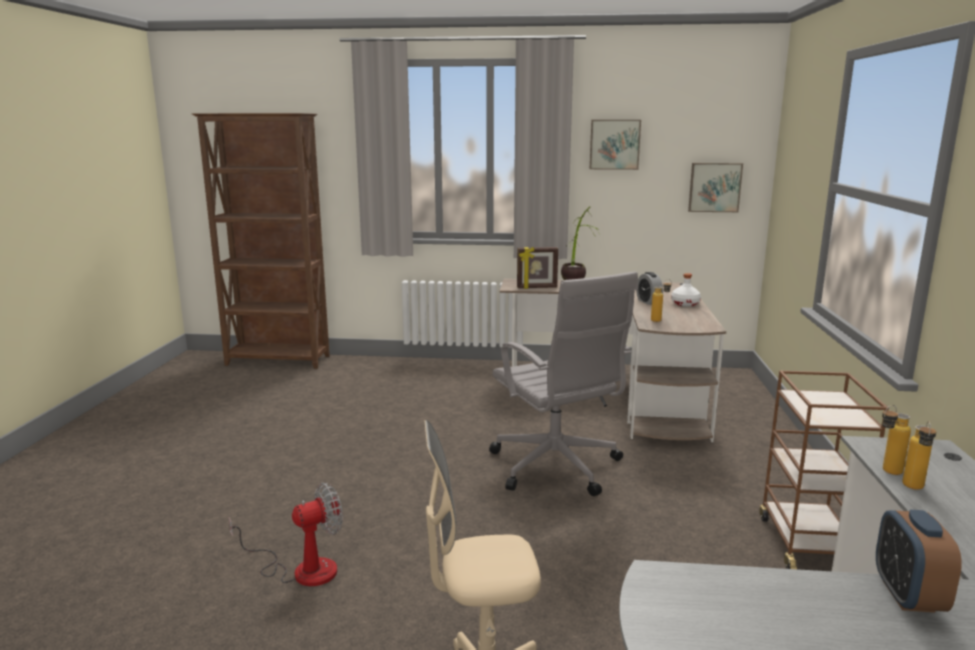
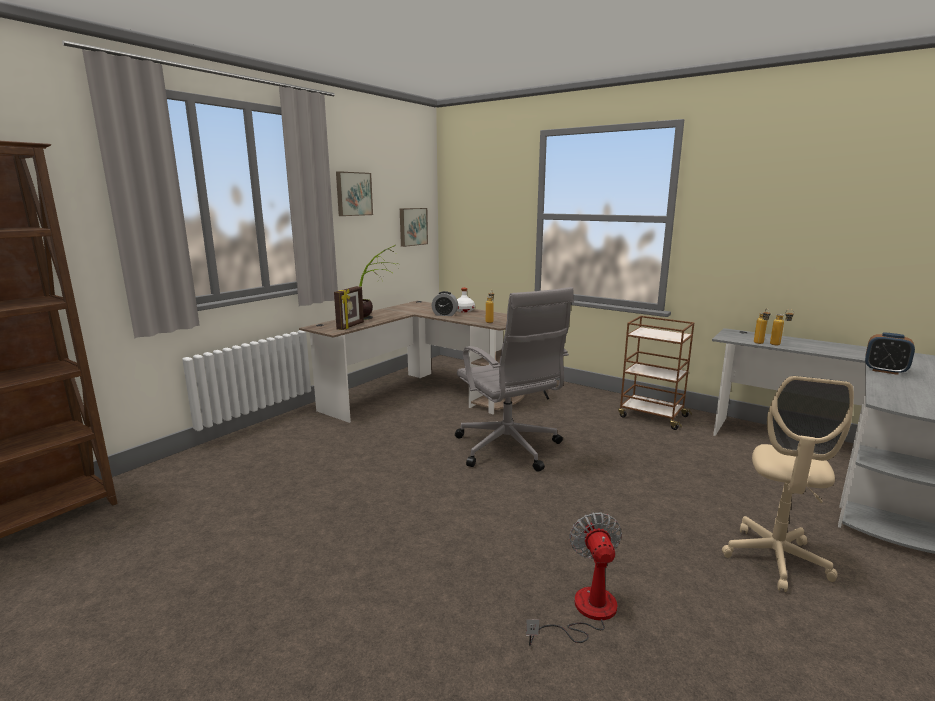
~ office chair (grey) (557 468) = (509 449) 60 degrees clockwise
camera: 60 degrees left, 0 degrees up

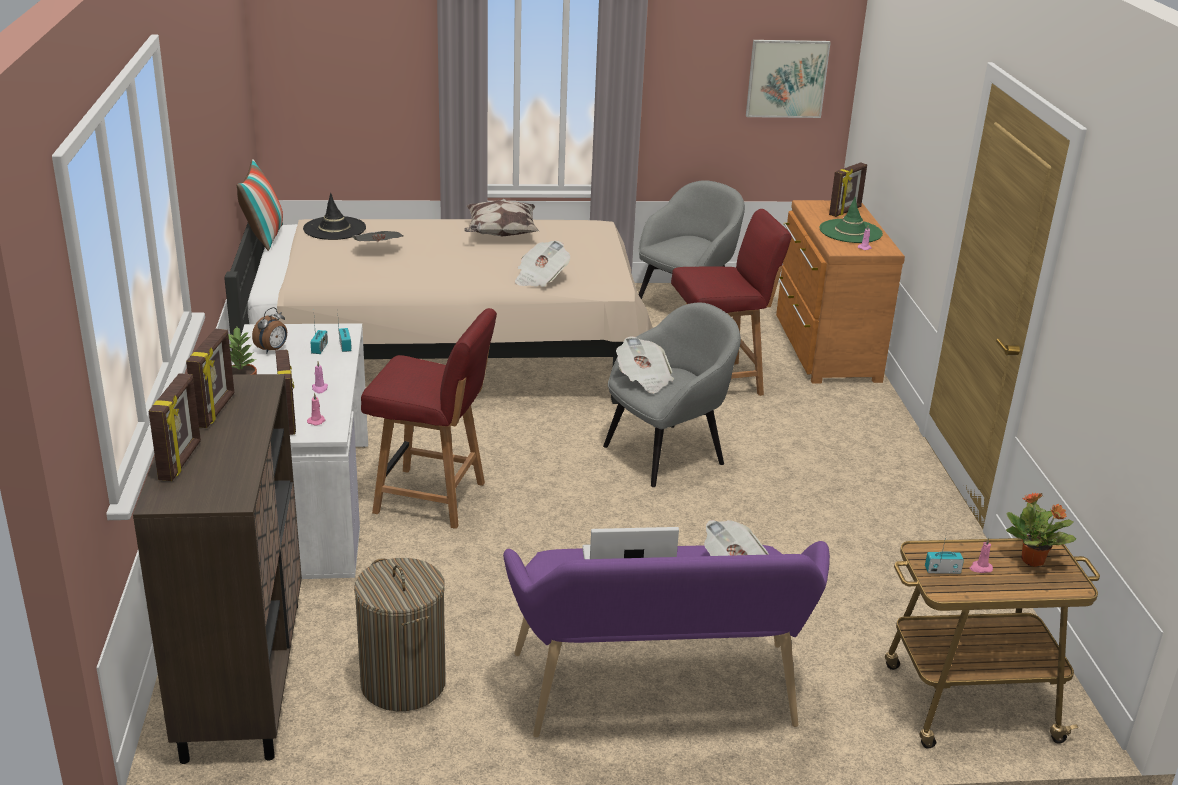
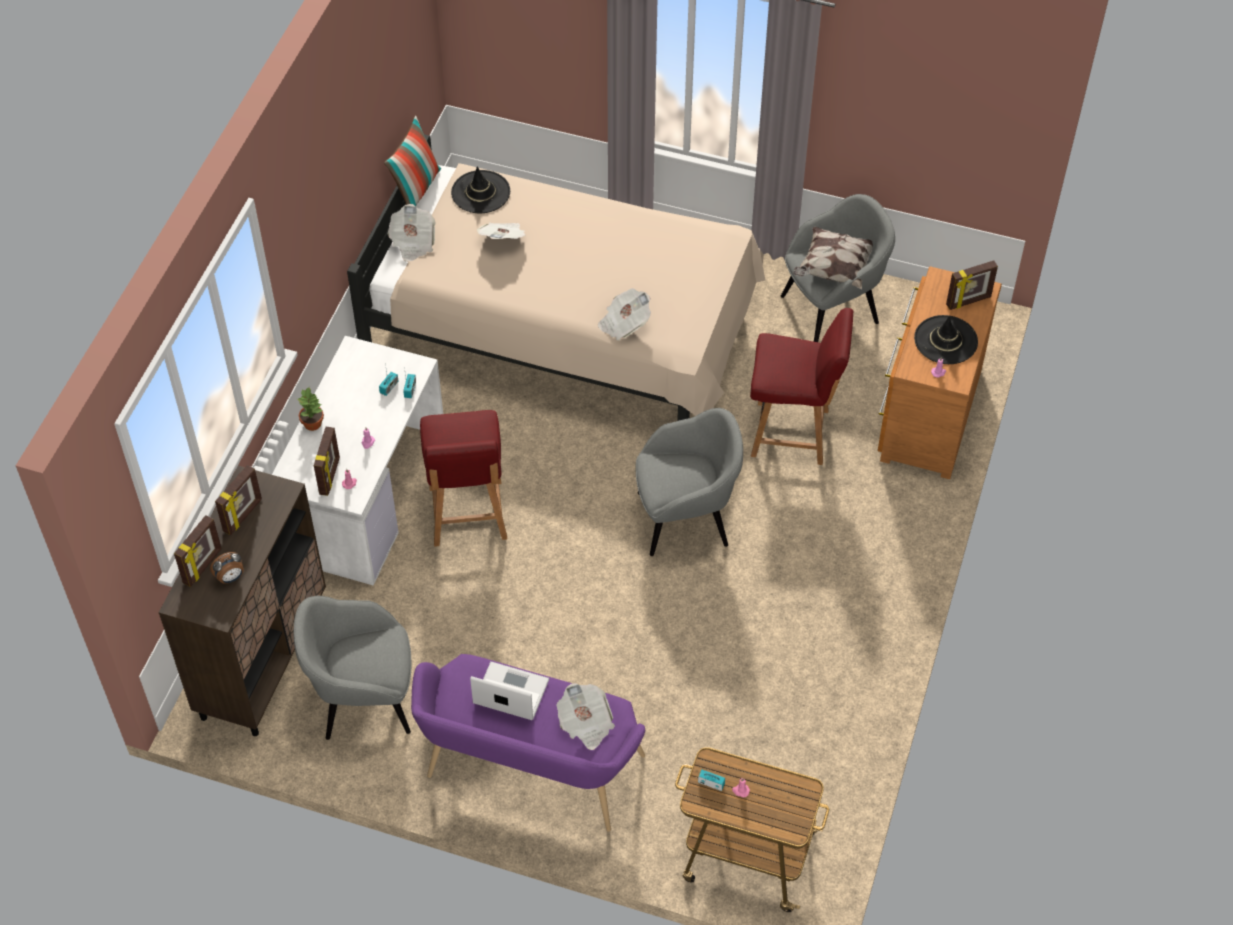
~ alarm clock (272 350) to (230 578)
~ laundry basket (403 683) to armchair (grey) (364 699)
~ newspaper (644 379) to (412 243)
~ chair (red) (432 498) = (468 515) 45 degrees clockwise
~ pillow (500 234) to (834 268)
~ hat (green) (850 232) to hat (black) (946 340)
- picture (787 78)
- potted plant (1033 561)
camera: 25 degrees right, 25 degrees up

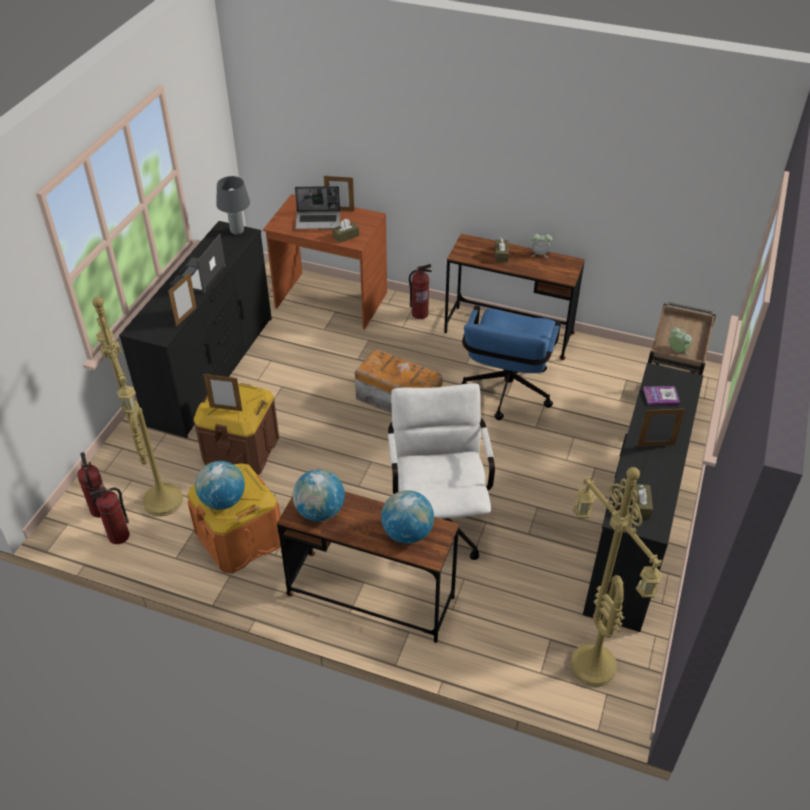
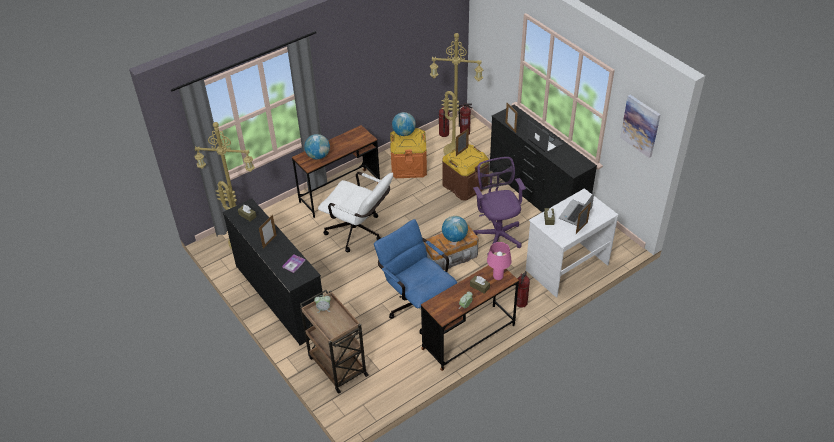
~ globe (320 511) to (454 237)
+ office chair (purple) (497 235)
+ table lamp (pink) (497 277)
~ desk (brown) (330 301) to desk (white) (566 266)
+ picture (640 125)
- table lamp (grey) (237 231)
camera: 125 degrees right, 0 degrees up

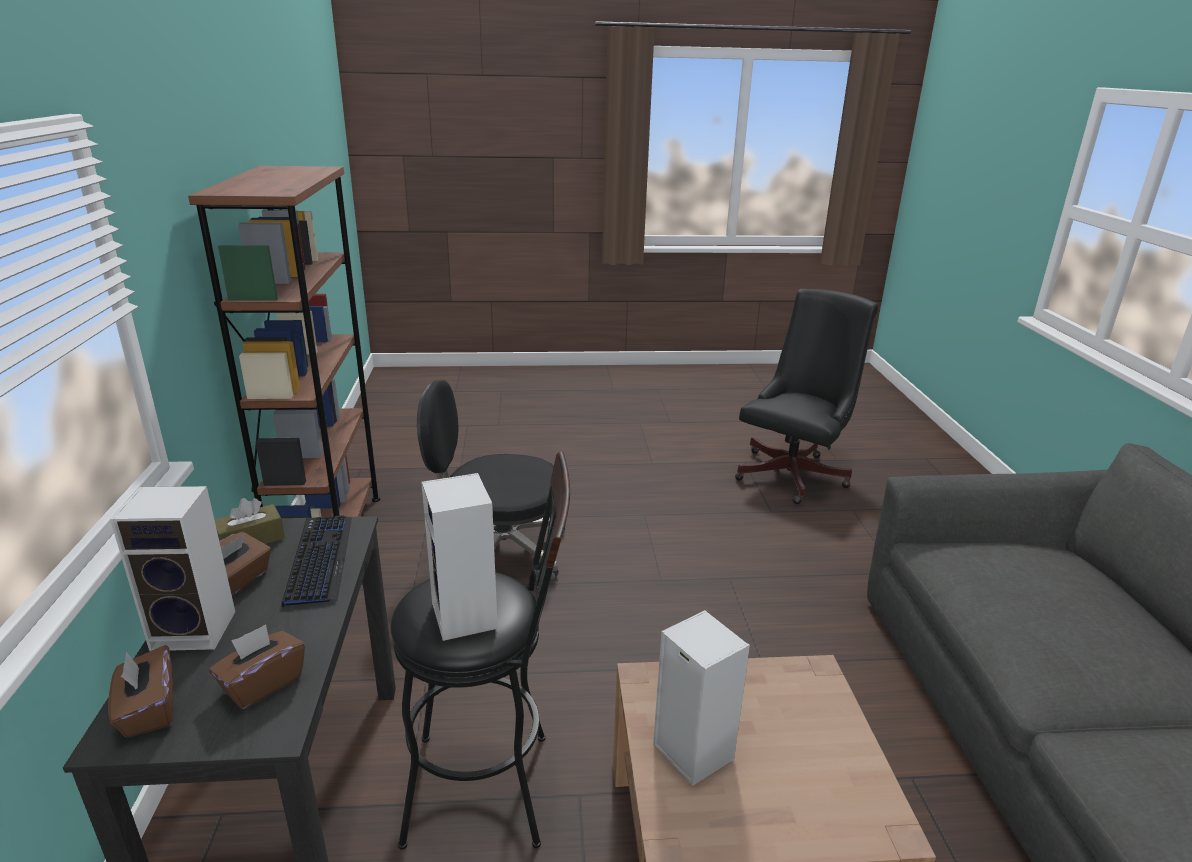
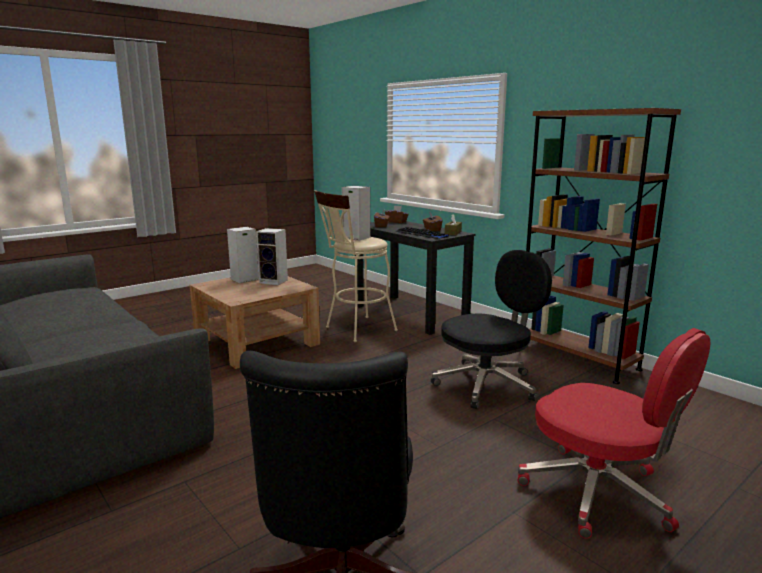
~ speaker (197 629) to (244 280)
~ stool (black) (493 787) to stool (beige) (356 330)
+ office chair (red) (599 493)
camera: 145 degrees right, 10 degrees down

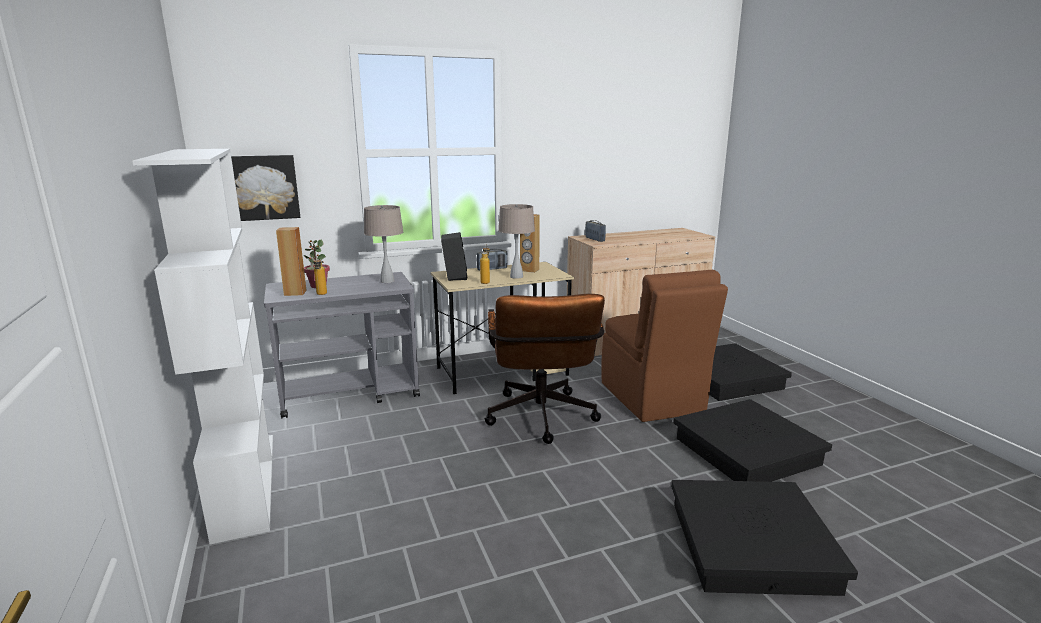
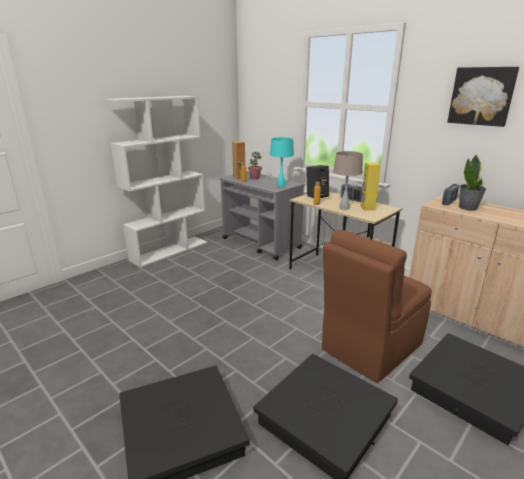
~ table lamp (beige) (387 281) to table lamp (turquoise) (281 185)
~ speaker (brown) (529 270) to speaker (yellow) (367 208)
~ picture (263 187) to (481 96)
+ potted plant (468 207)
- office chair (brown) (541 420)
camera: 65 degrees right, 5 degrees up

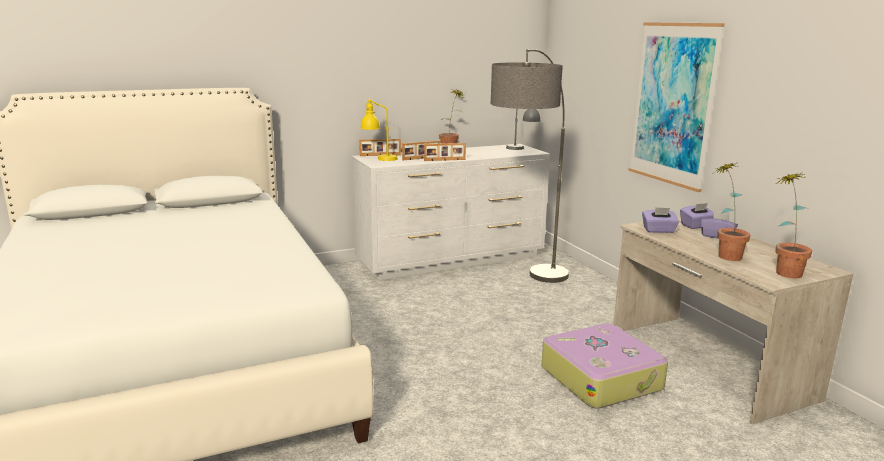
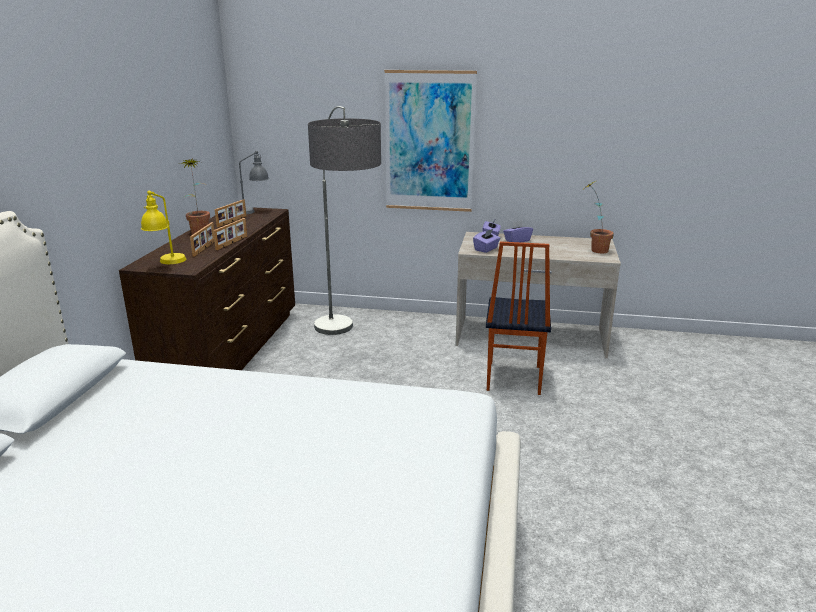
~ dresser (white) (452 259) to dresser (brown) (231 351)
~ picture frame (380 155) to (232 221)
~ suitcase (601 378) to chair (512 378)
- potted plant (724 254)
camera: 55 degrees left, 5 degrees up

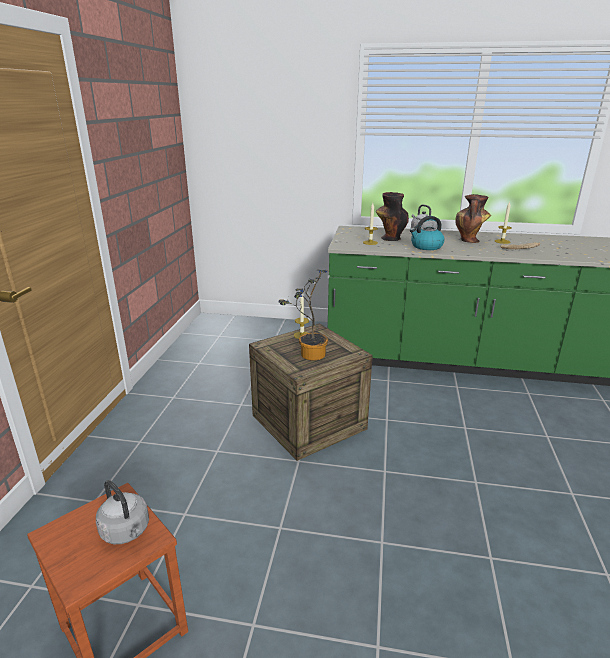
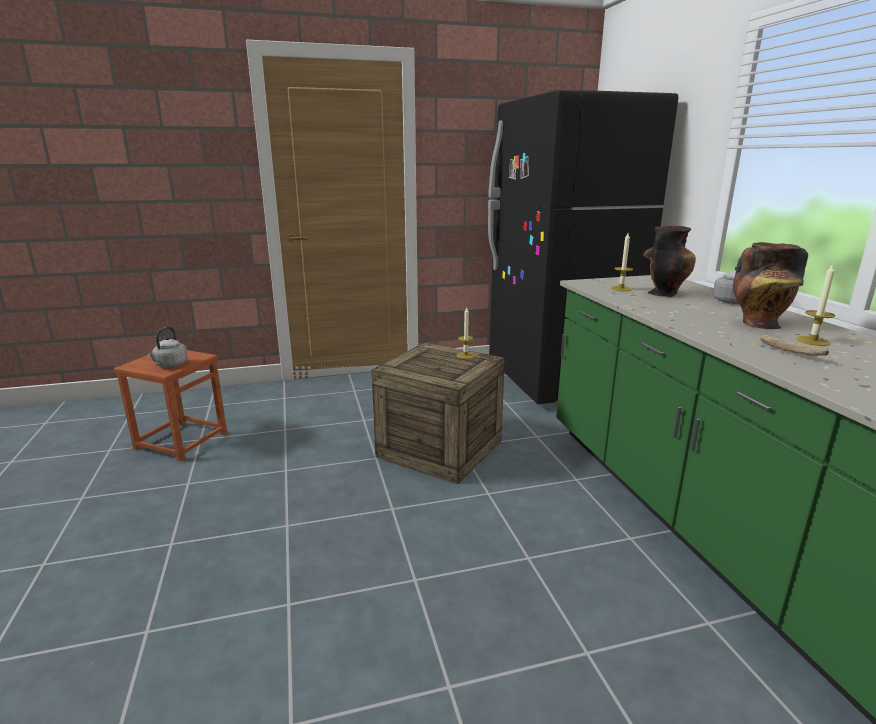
+ fridge (black) (557 380)
- potted plant (309 354)
- kettle (426 247)
camera: 65 degrees right, 5 degrees down

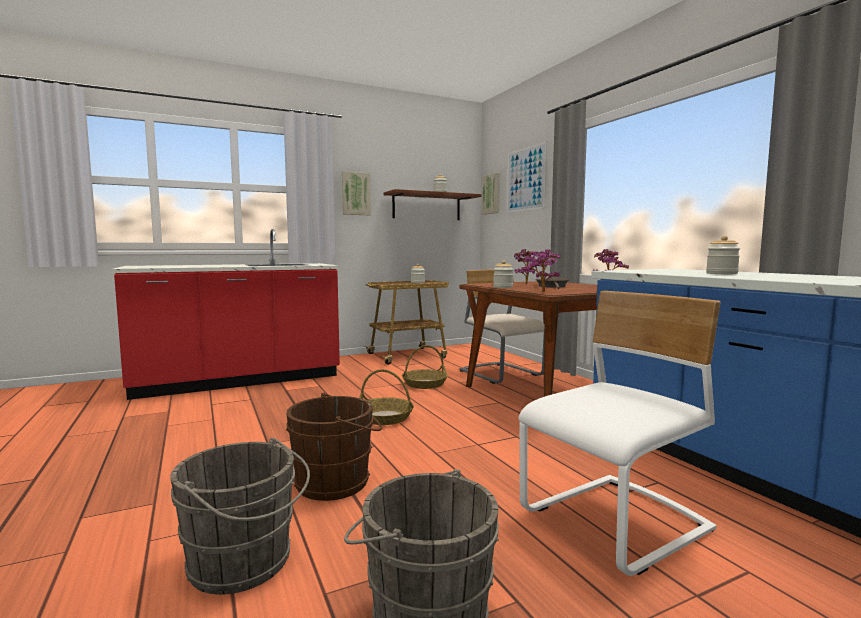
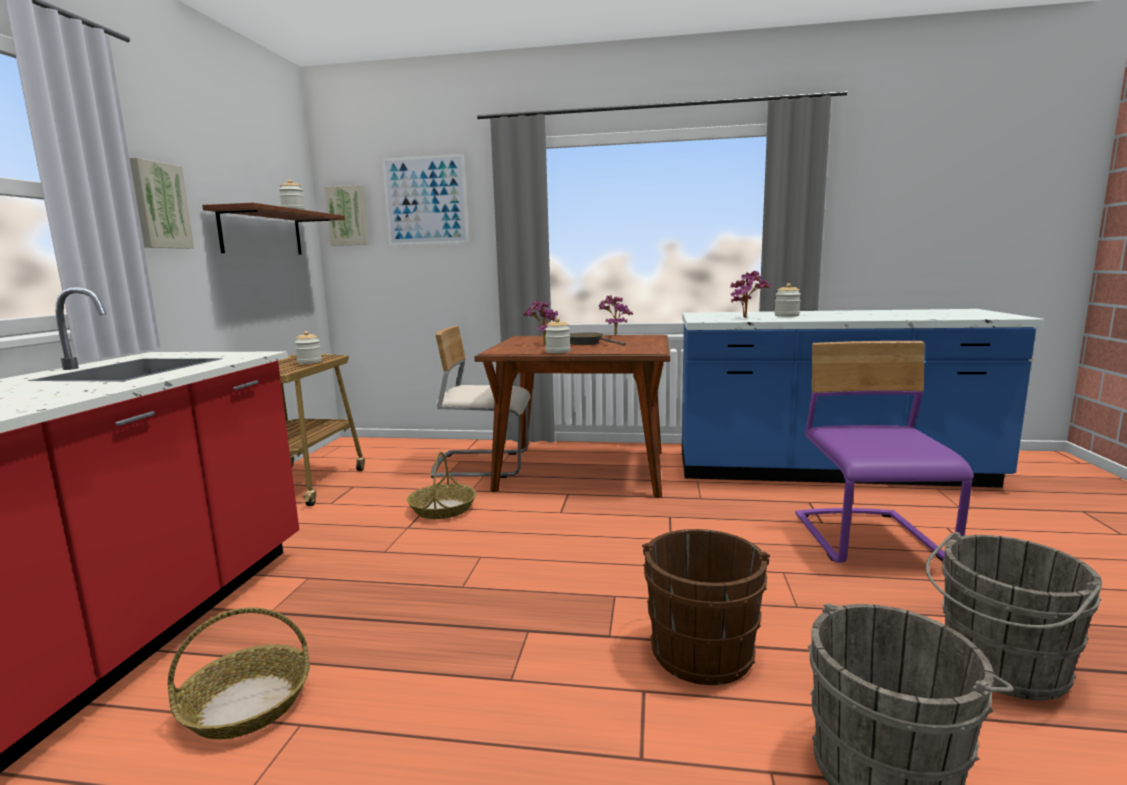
~ basket (384 417) to (246 705)
~ potted plant (543 292) to (747 318)
~ chair (white) (616 523) to chair (purple) (870 540)
camera: 55 degrees left, 5 degrees up

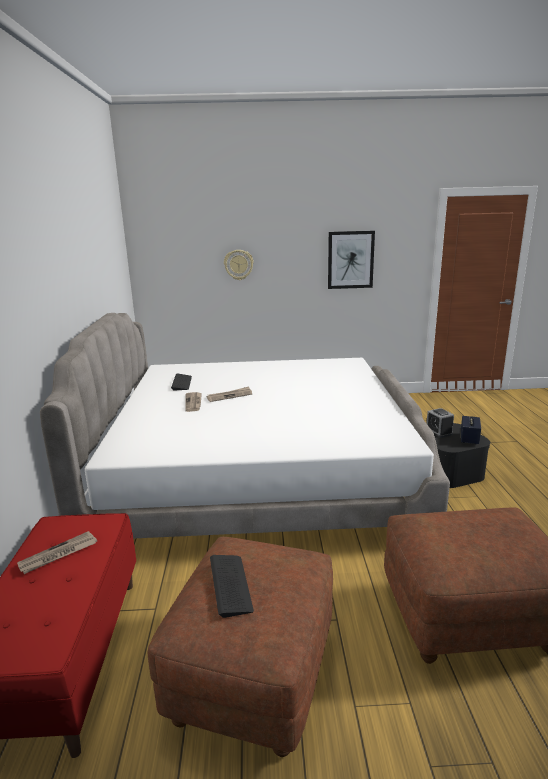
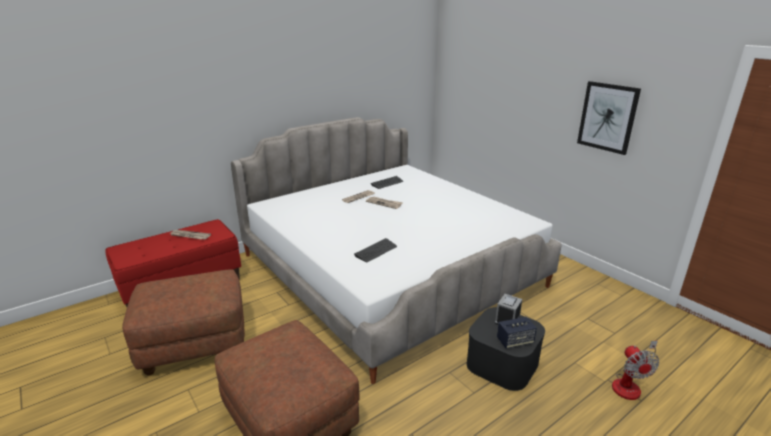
~ keyboard (230 585) to (376 251)
+ fan (630 384)
- wall clock (238 264)
camera: 55 degrees right, 5 degrees up

